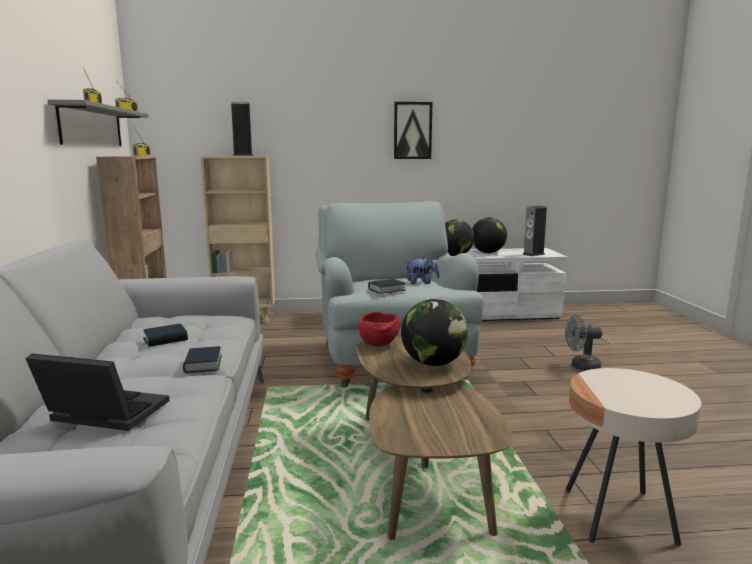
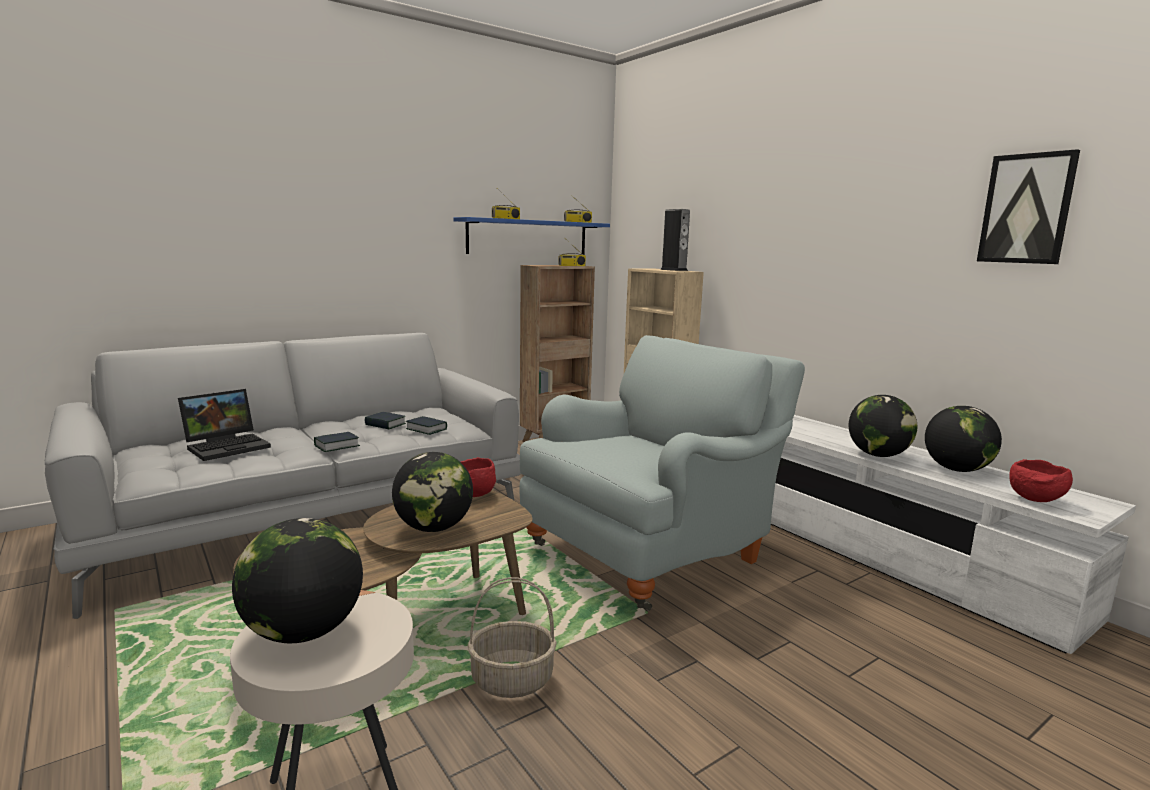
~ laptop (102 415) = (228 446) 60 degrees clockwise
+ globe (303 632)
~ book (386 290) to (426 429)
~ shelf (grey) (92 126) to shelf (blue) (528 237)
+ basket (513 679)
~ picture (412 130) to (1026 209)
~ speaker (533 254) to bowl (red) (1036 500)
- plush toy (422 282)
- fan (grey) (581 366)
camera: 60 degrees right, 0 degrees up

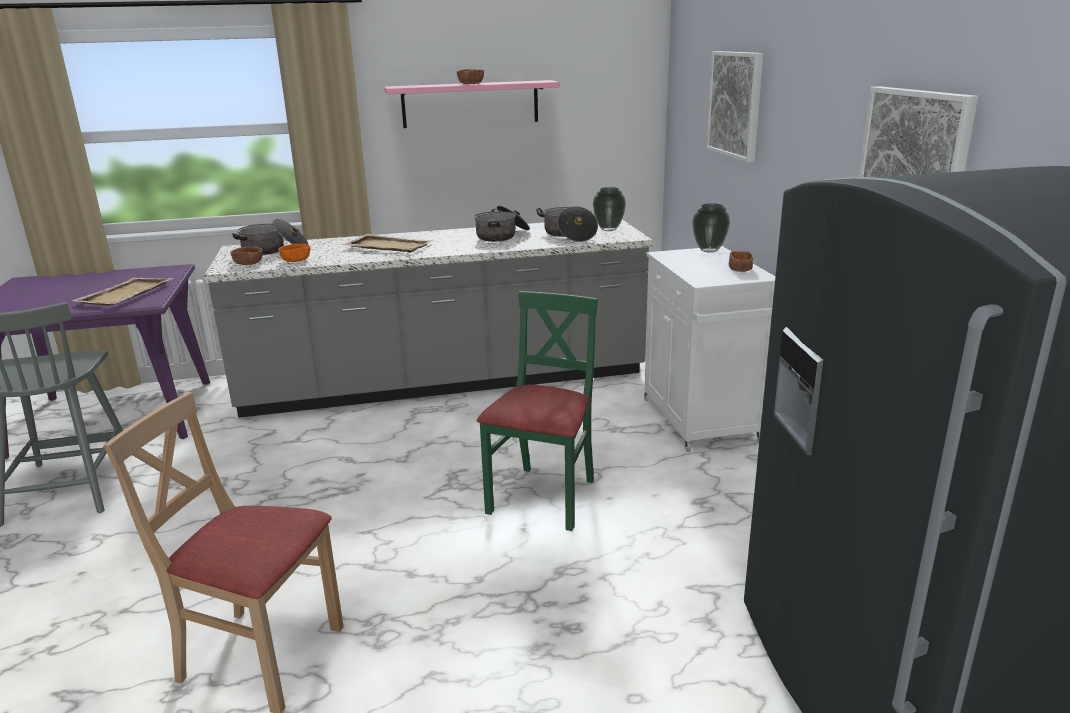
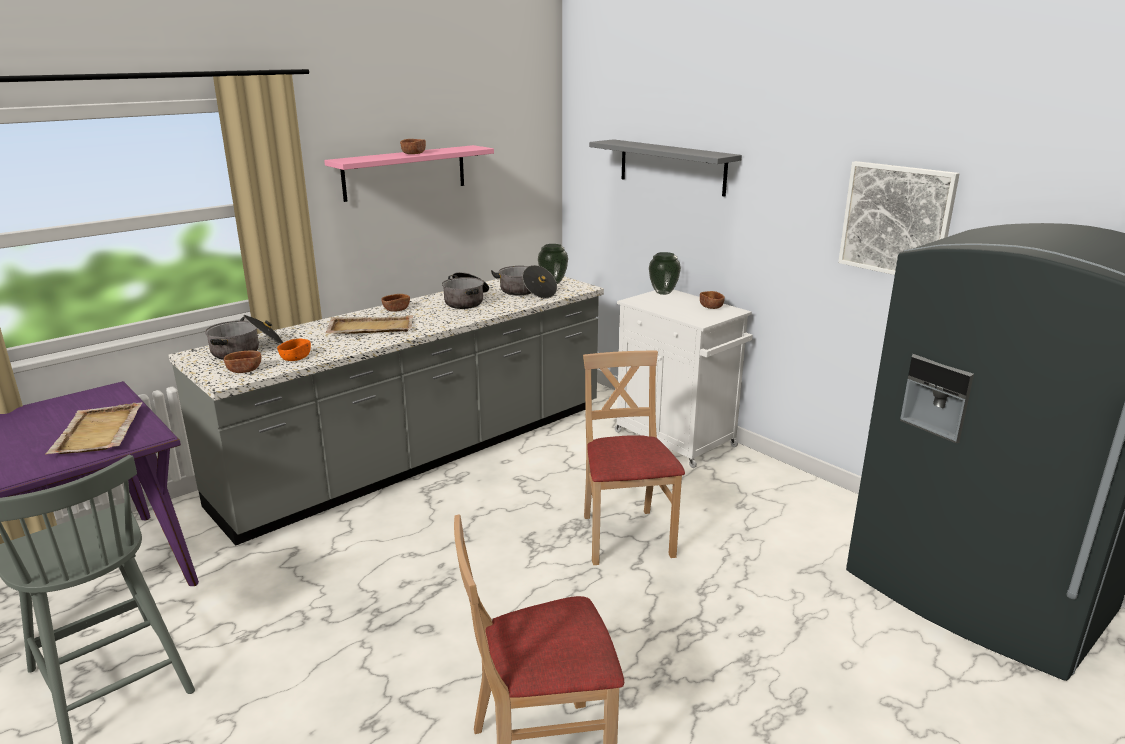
+ bowl (brown) (396 309)
~ chair (green) (544 497) to chair (beige) (625 536)
~ picture (735 104) to shelf (grey) (672 167)
camera: 30 degrees left, 0 degrees up

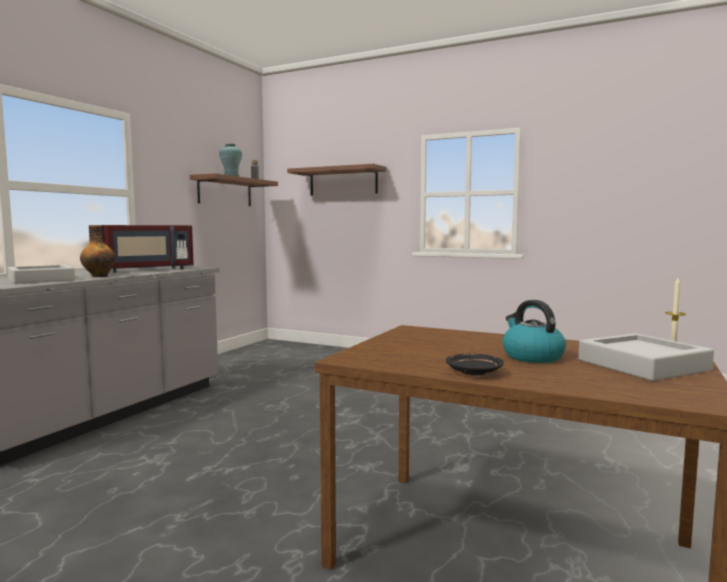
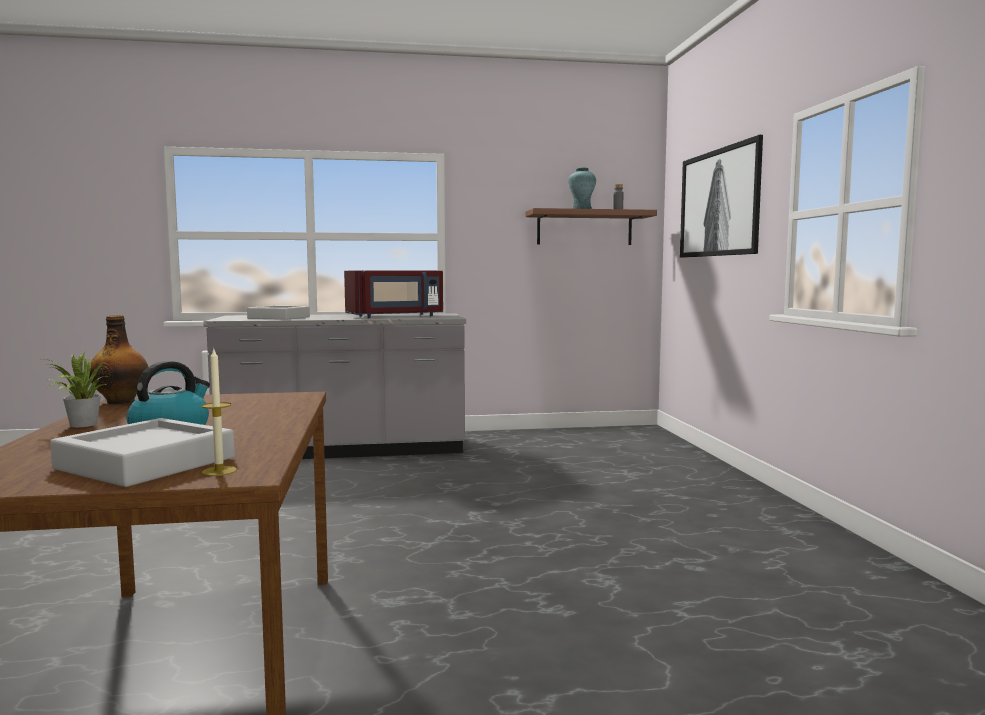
~ plate (black) (474 372) to potted plant (80 425)
~ bottle (99 276) to (121 401)
~ microwave (red) (145 270) = (396 316) 45 degrees counterclockwise
~ shelf (brown) (343 181) to picture (720 203)
camera: 55 degrees right, 0 degrees up

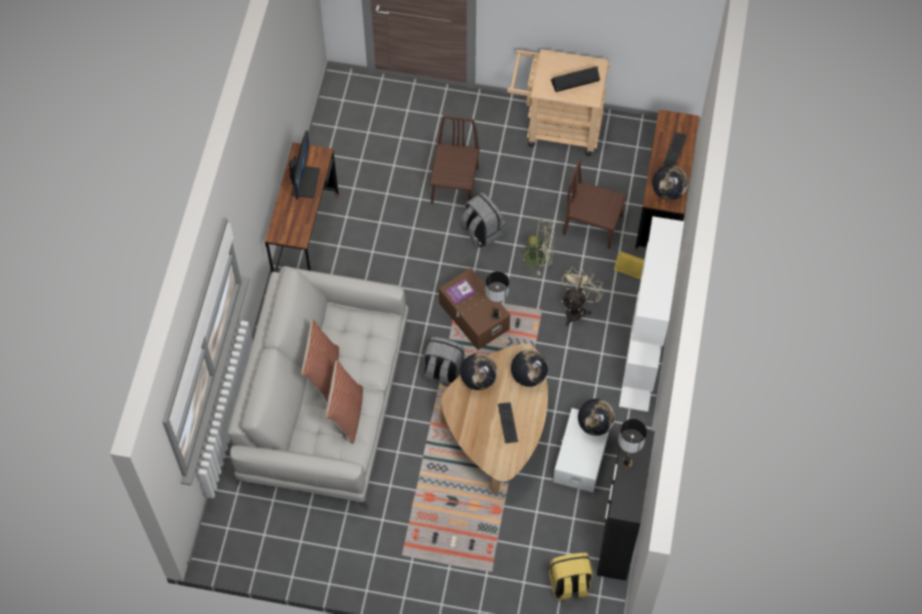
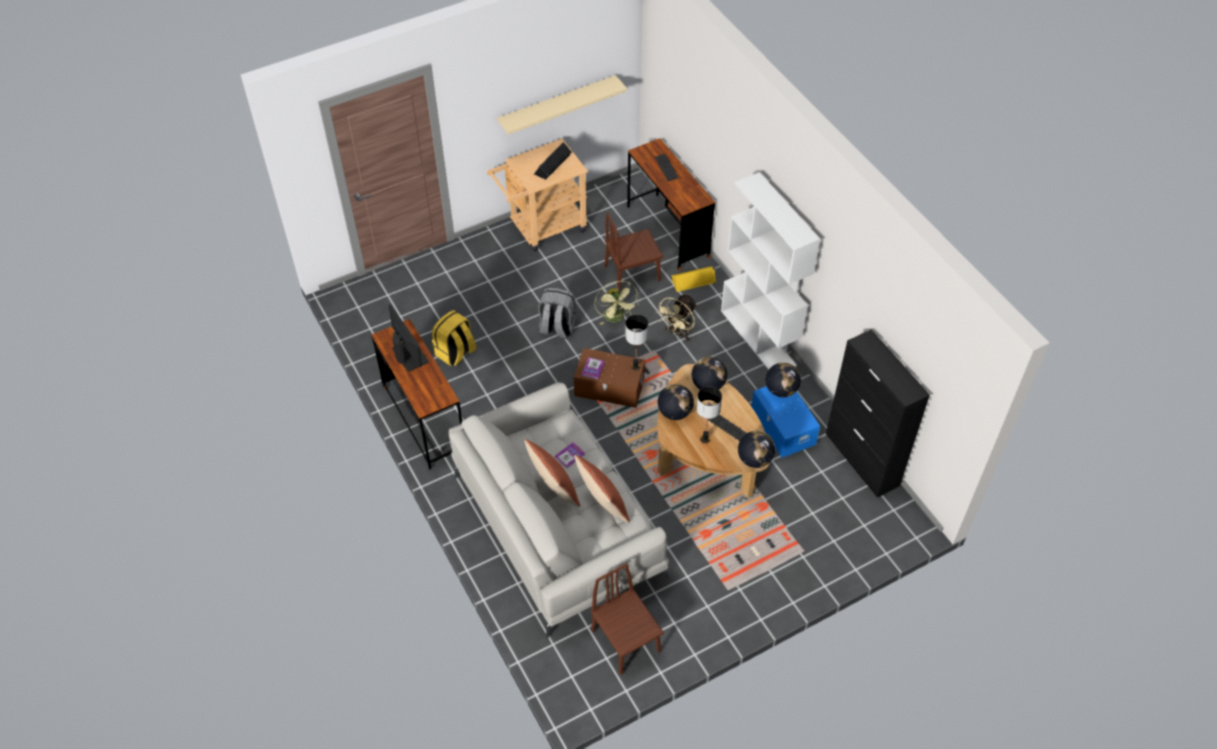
~ backpack (yellow) (569 584) to (455 353)
+ shelf (beige) (557 106)
+ book (570 455)
~ chair (brown) (455 185) to (625 641)
~ fan (green) (538 258) = (616 318) 105 degrees clockwise
~ fan (beige) (577 308) = (678 333) 135 degrees counterclockwise
~ table lamp (626 463) to (705 439)
~ globe (668 192) to (755 459)
~ storage box (white) (580 456) to storage box (blue) (782 427)
- backpack (grey) (443 372)
camera: 40 degrees left, 10 degrees down

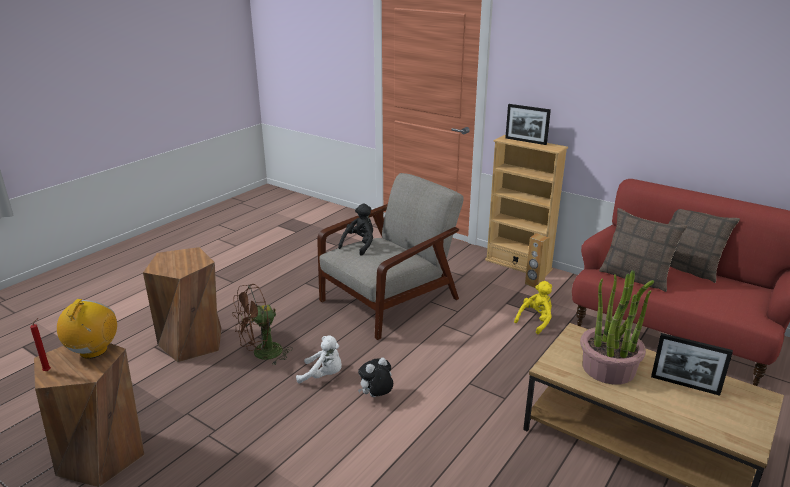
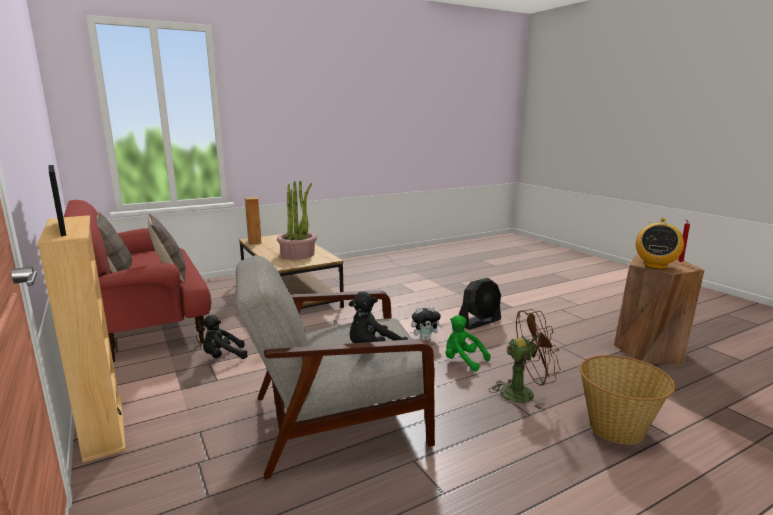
~ plush toy (yellow) (535 321) to plush toy (black) (223 357)
~ speaker (brown) (534 284) to (255 242)
~ plush toy (white) (323 375) to plush toy (green) (463 361)
+ fan (black) (479 322)
~ stool (brown) (192 342) to basket (617 428)
- picture frame (684 385)
camera: 155 degrees left, 10 degrees down

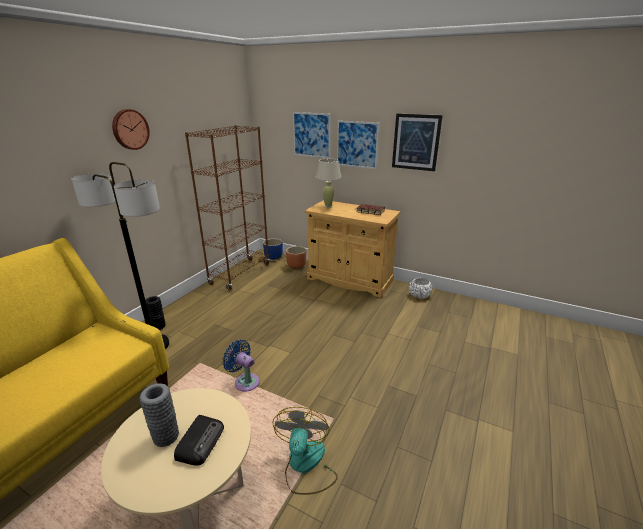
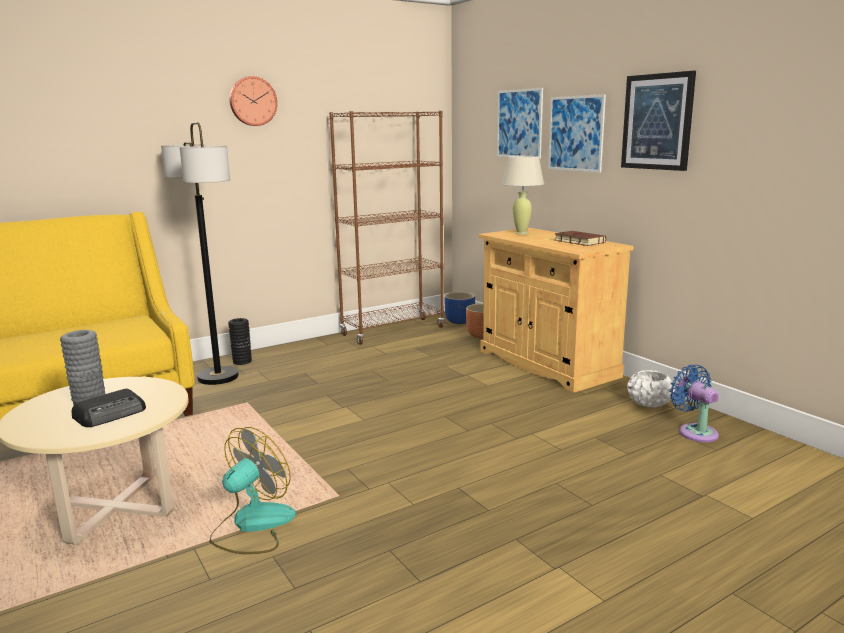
~ fan (blue) (245 381) to (695 431)
camera: 30 degrees right, 10 degrees down

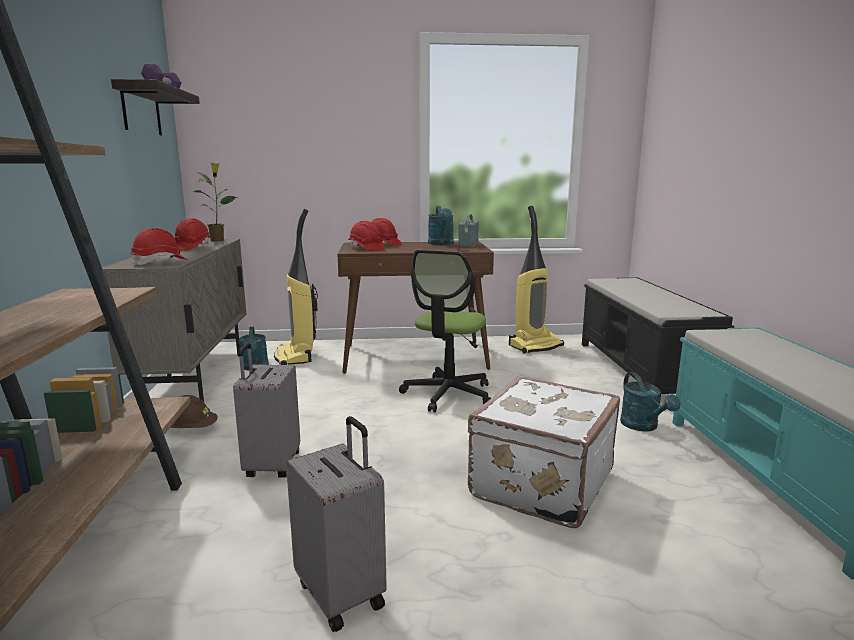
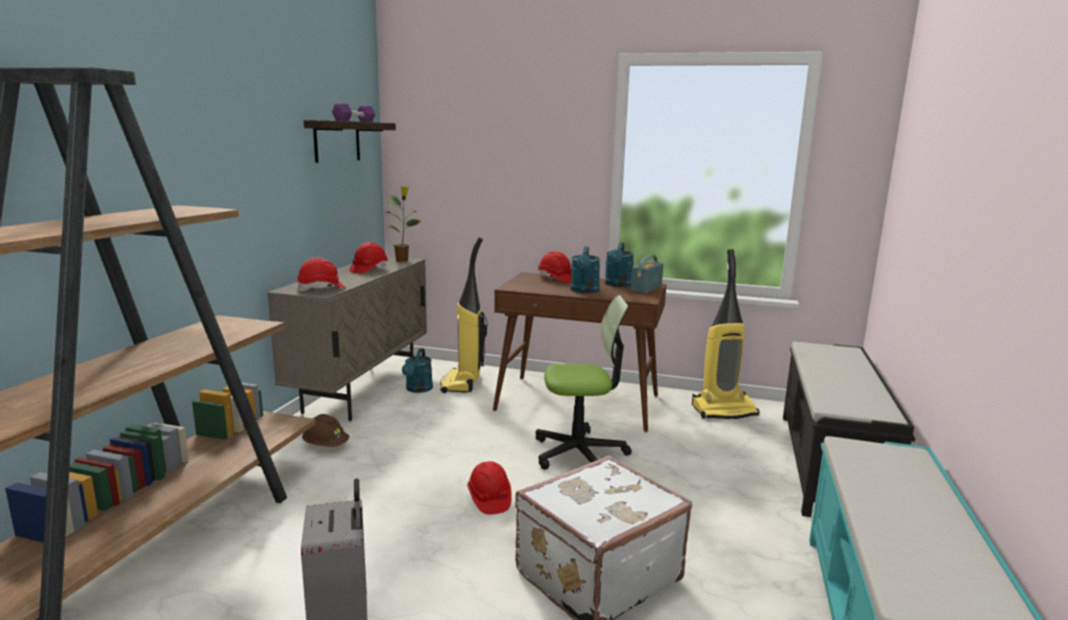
~ hard hat (red) (366 248) to (489 499)
~ office chair (448 394) = (579 454) 135 degrees counterclockwise
~ watering can (turquoise) (643 426) to (584 291)
- suitcase (grey) (271 466)
camera: 20 degrees right, 0 degrees up

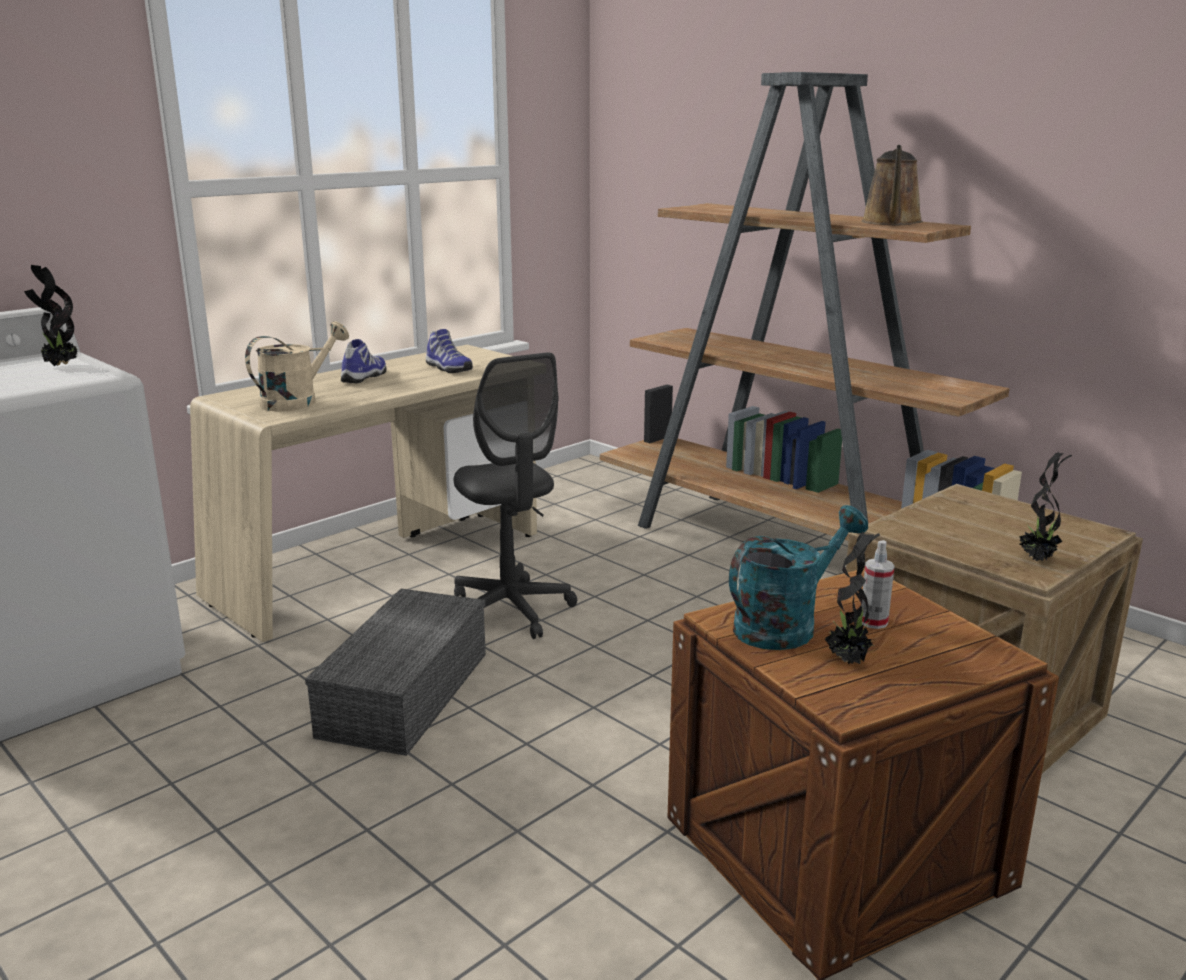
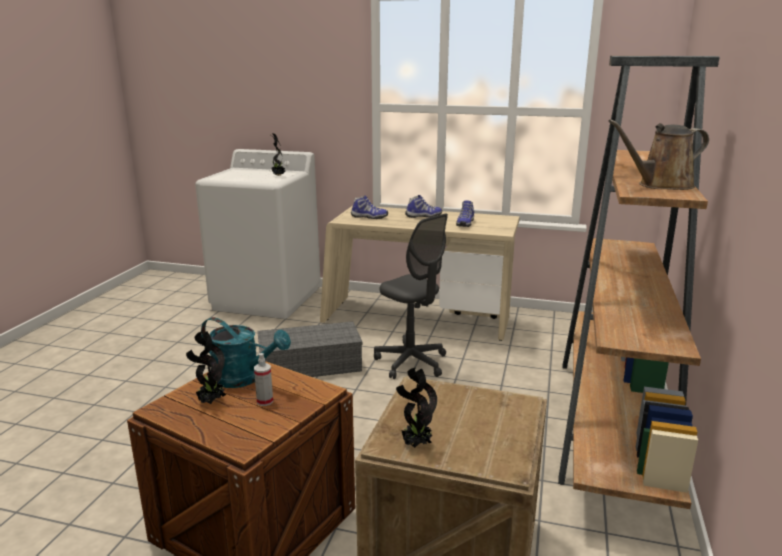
~ watering can (beige) (297 401) to shoe (369 217)
~ office chair (grey) (510 611) = (411 362) 75 degrees counterclockwise
camera: 60 degrees right, 0 degrees up

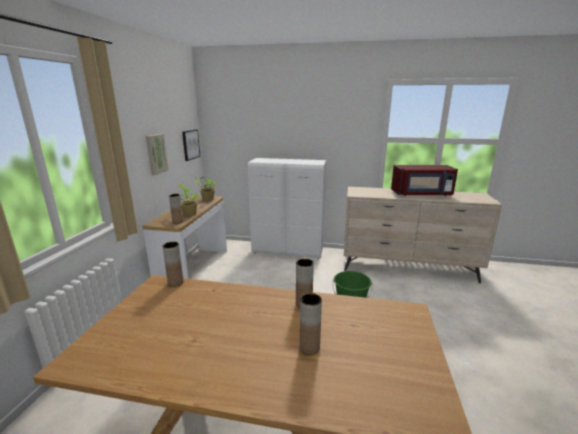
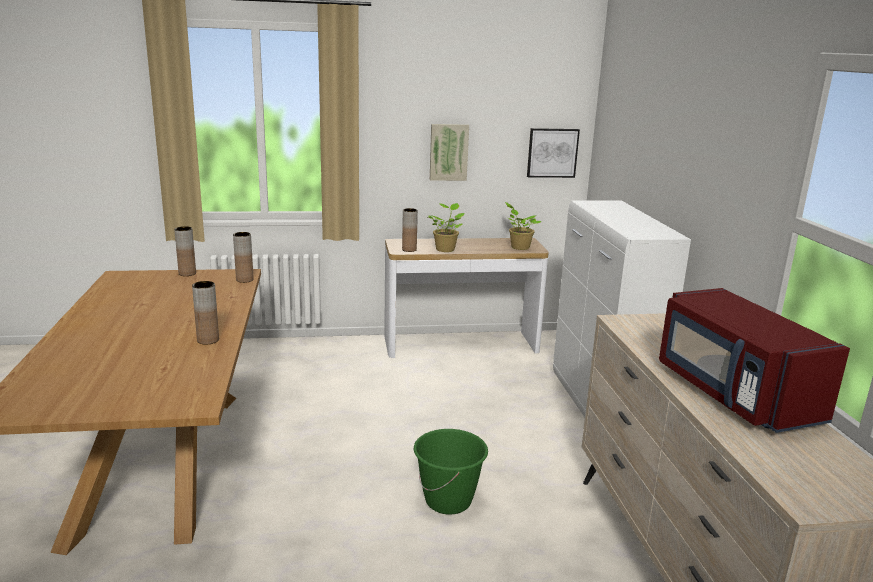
~ vase (brown) (309 347) to (187 273)
camera: 70 degrees right, 0 degrees up

